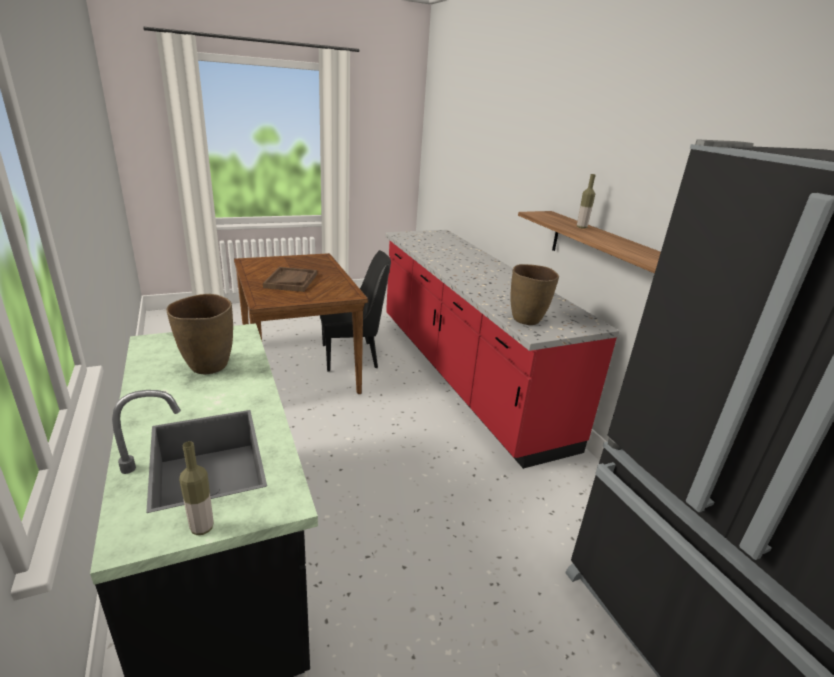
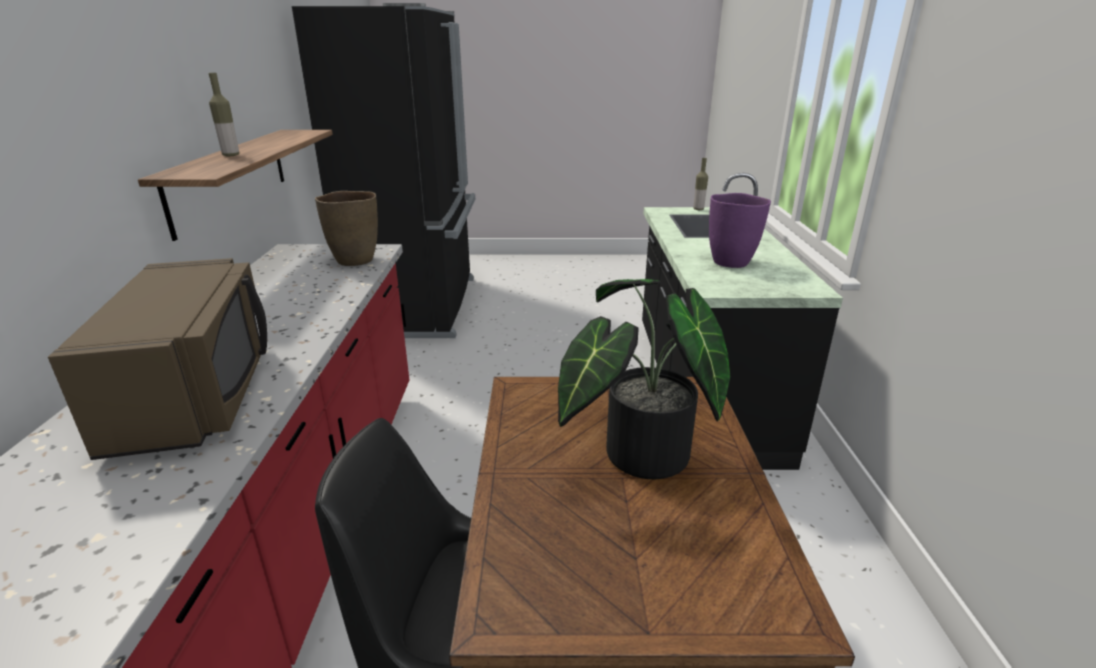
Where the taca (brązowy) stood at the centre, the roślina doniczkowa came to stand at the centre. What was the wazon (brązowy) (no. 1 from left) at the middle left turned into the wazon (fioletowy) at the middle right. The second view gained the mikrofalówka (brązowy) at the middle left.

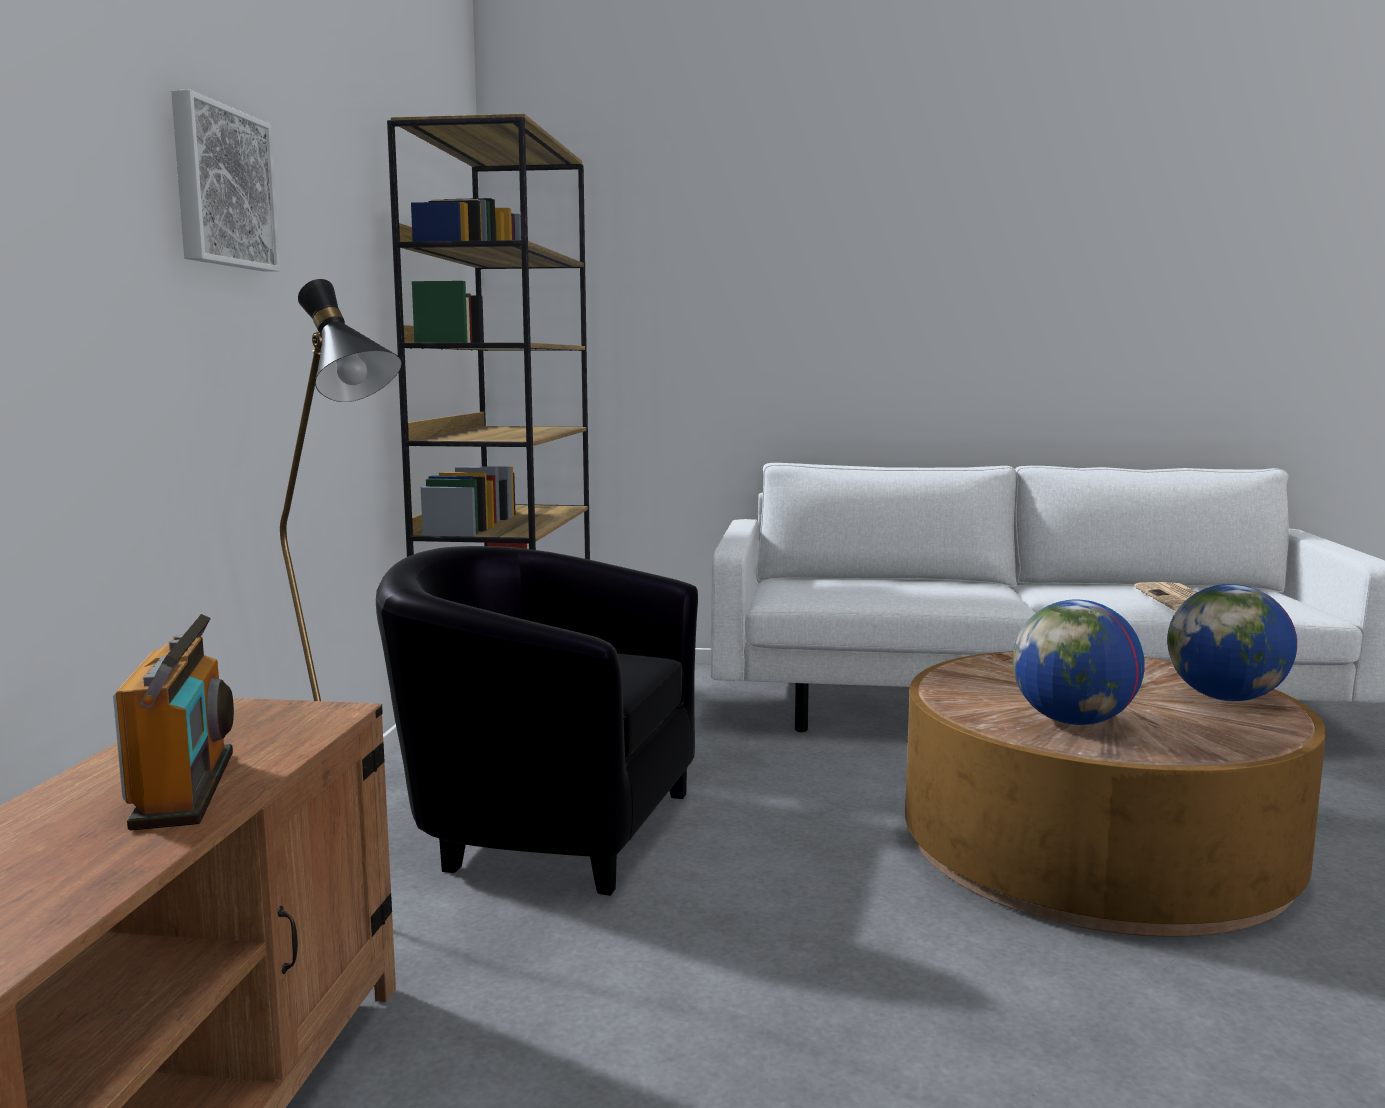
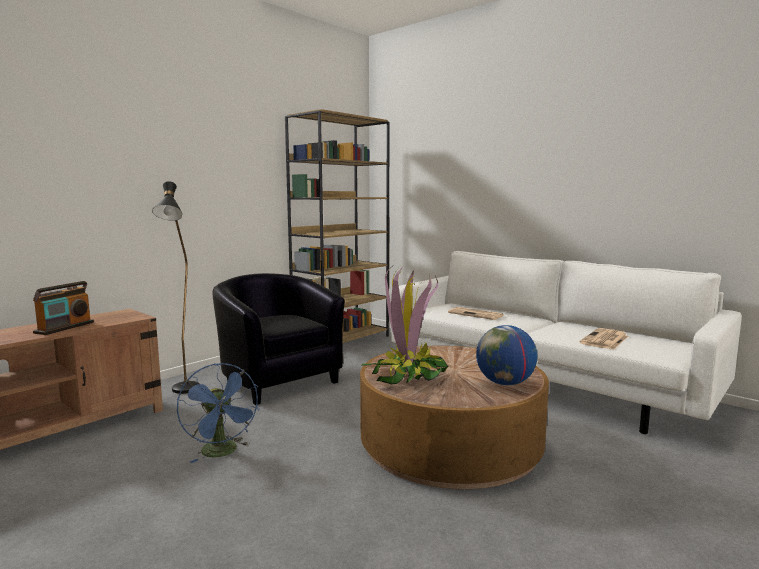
The second view lost the obraz at the top left. Where the globus (no. 1 from left) stood at the middle right, the roślina doniczkowa came to stand at the centre. The second view gained the gazeta (no. 1 from left) at the centre. The second view gained the wentylator (niebieski) at the bottom left.

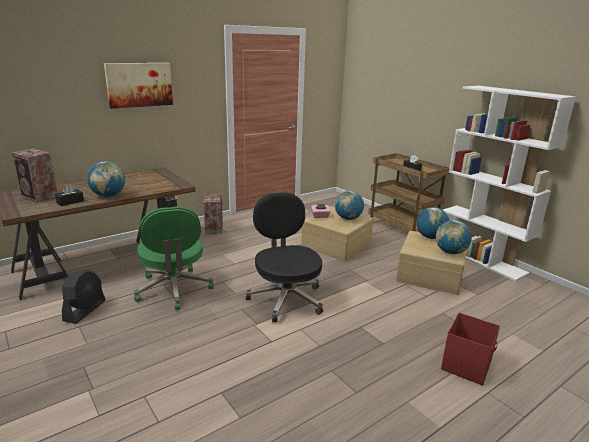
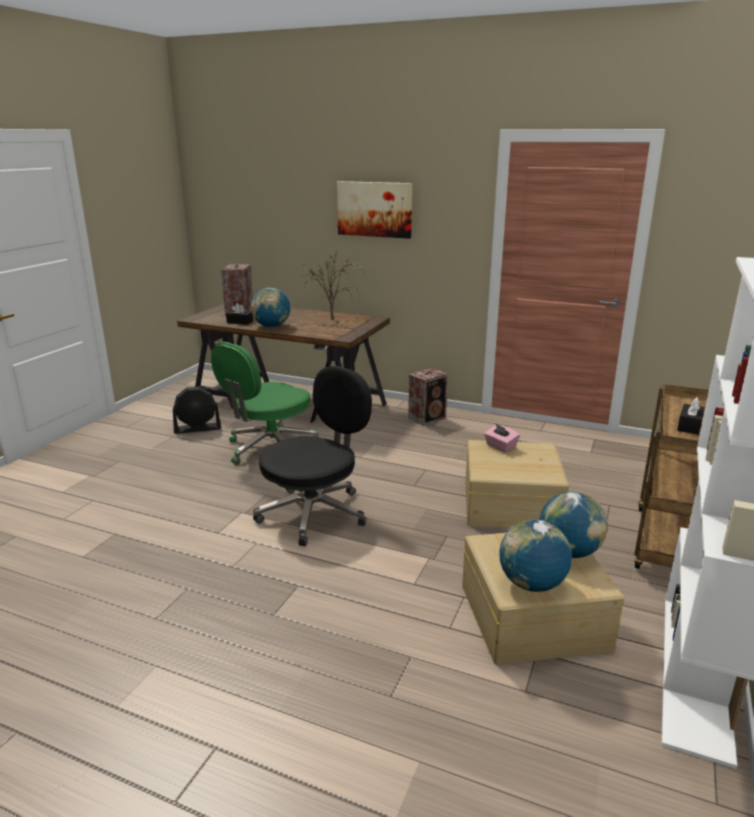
The second view lost the globus (no. 2 from left) at the centre. The second view lost the pojemnik do przechowywania (czerwony) at the bottom right. The second view gained the roślina doniczkowa at the centre.

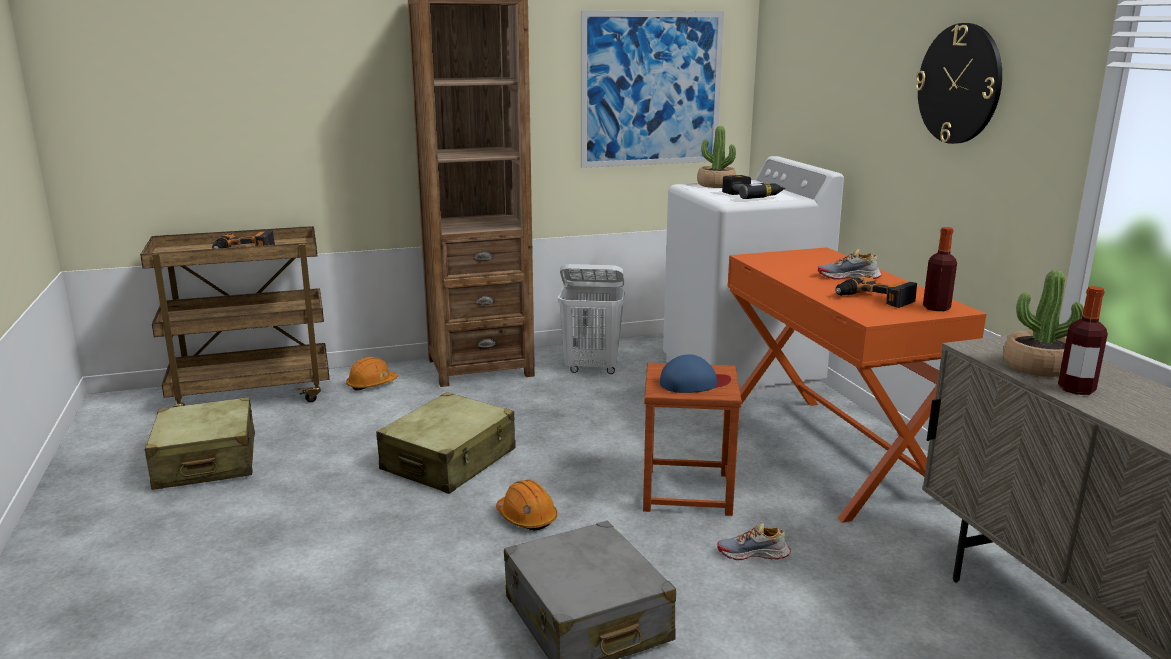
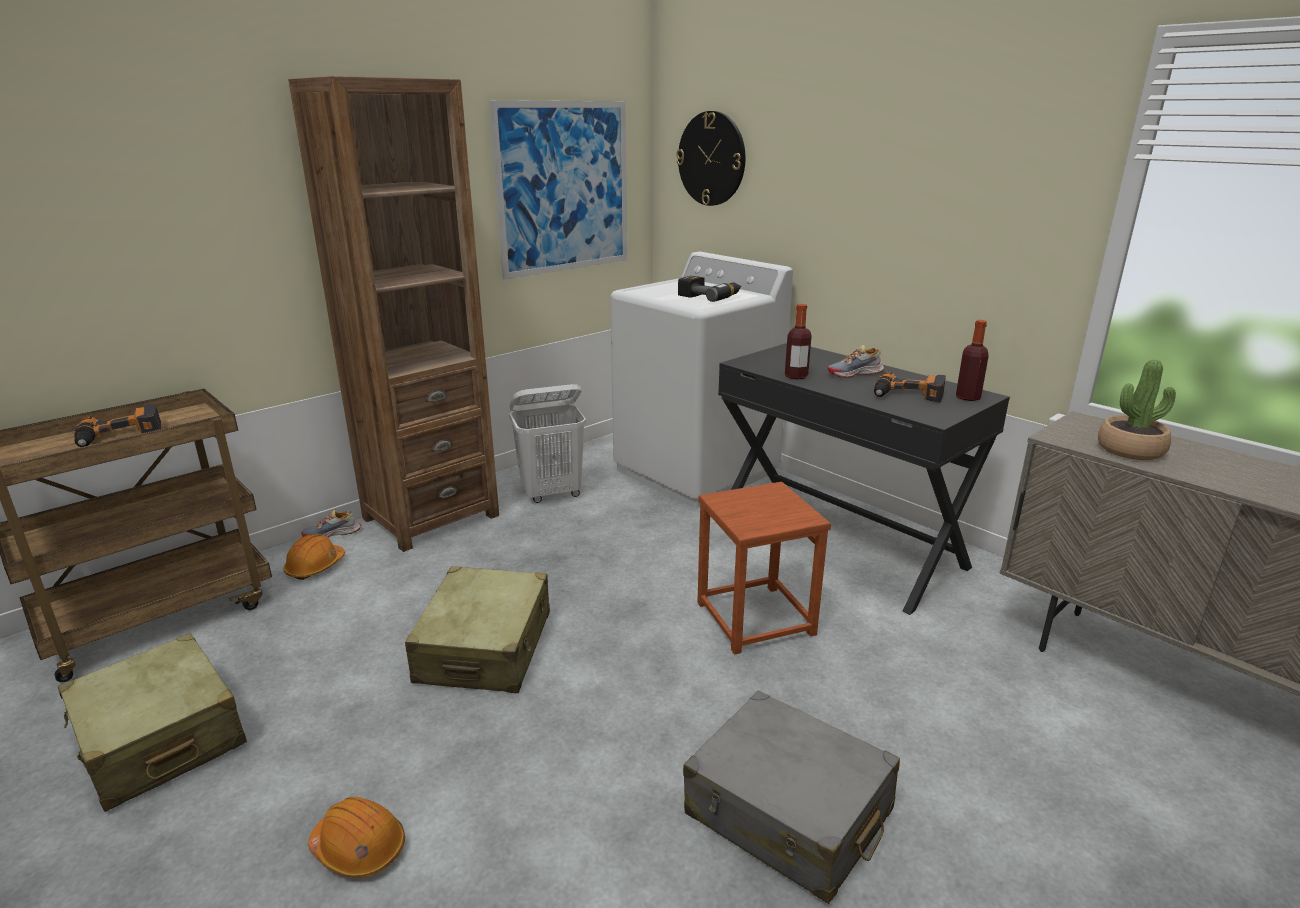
The zegar ścienny ended up elsewhere, having gone from the top right to the top centre. The second view lost the roślina doniczkowa (no. 1 from left) at the top centre. What was the biurko (pomarańczowy) at the middle right turned into the biurko (czarny) at the centre. The butelka (no. 2 from left in the first image) ended up elsewhere, having gone from the middle right to the centre. The second view lost the czapka z daszkiem (niebieski) at the centre. The kask (pomarańczowy) (no. 2 from left) ended up elsewhere, having gone from the bottom centre to the bottom left. The but (no. 1 from left) ended up elsewhere, having gone from the bottom centre to the middle left.

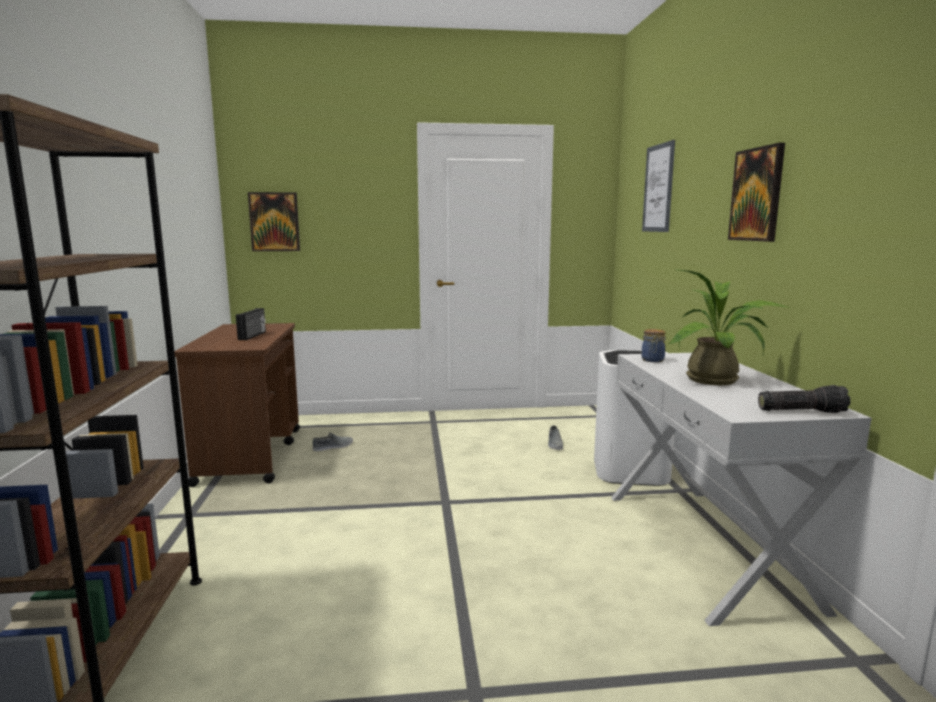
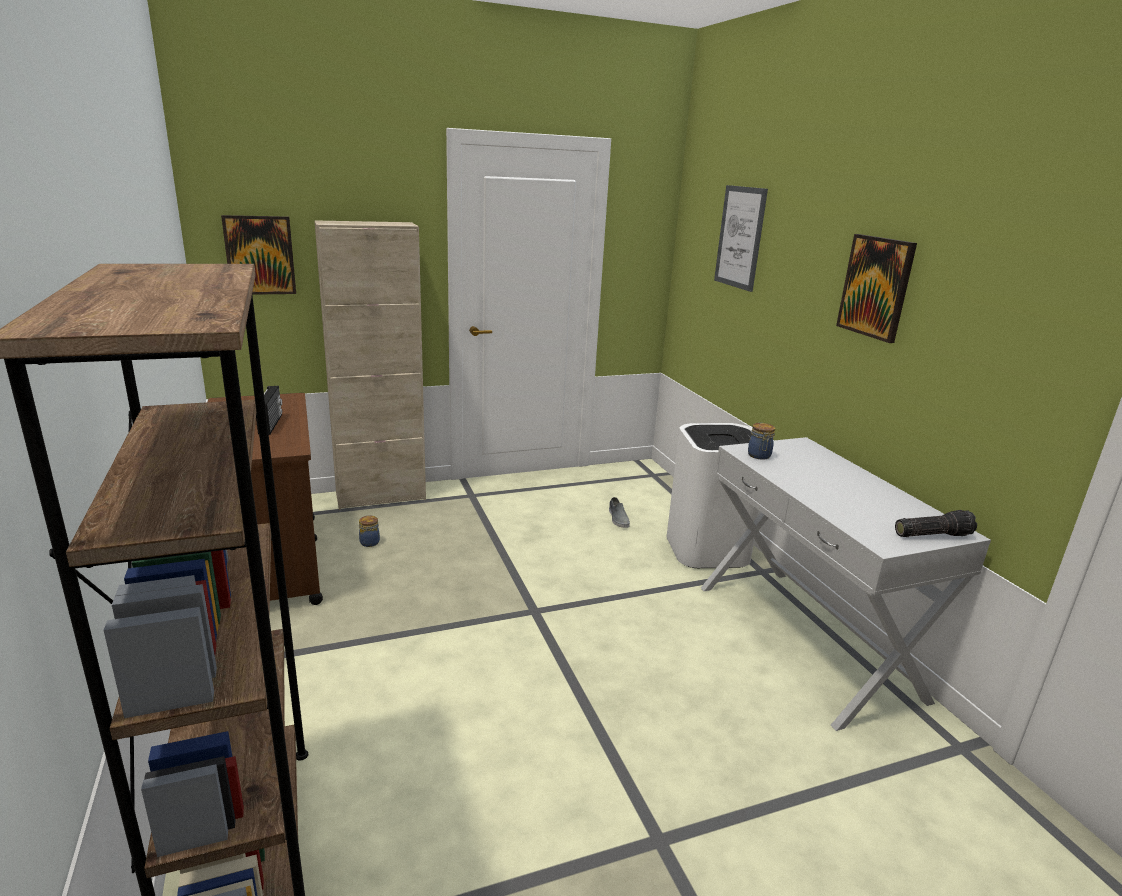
The second view lost the roślina doniczkowa at the middle right. Where the but (szary) (no. 1 from left) stood at the centre, the słoik (no. 1 from left) came to stand at the middle left. The second view gained the szafka (beżowy) at the middle left.

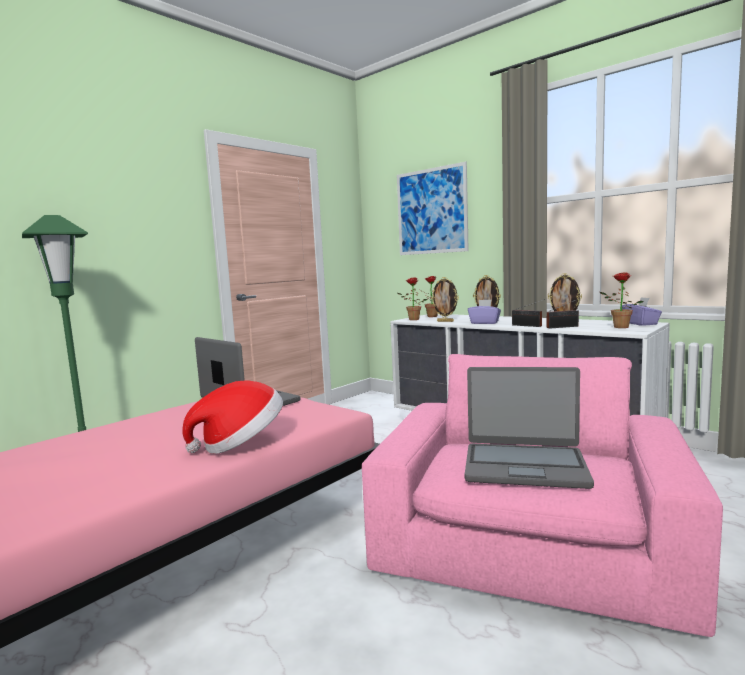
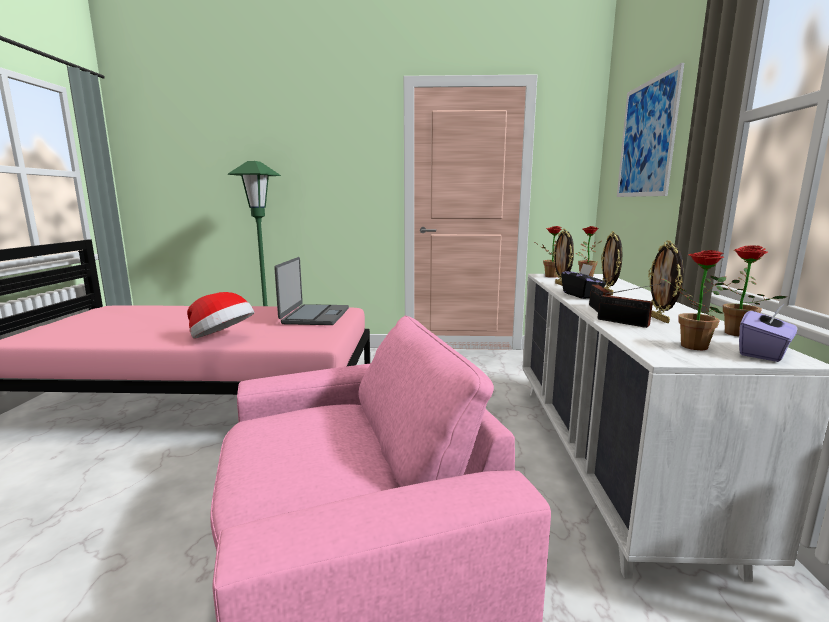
What was the pudełko chusteczek (fioletowy) (no. 1 from left) at the centre turned into the pudełko chusteczek (czarny) at the middle right. The second view lost the laptop (no. 2 from left) at the middle right. The second view gained the roślina doniczkowa (no. 4 from left) at the middle right.

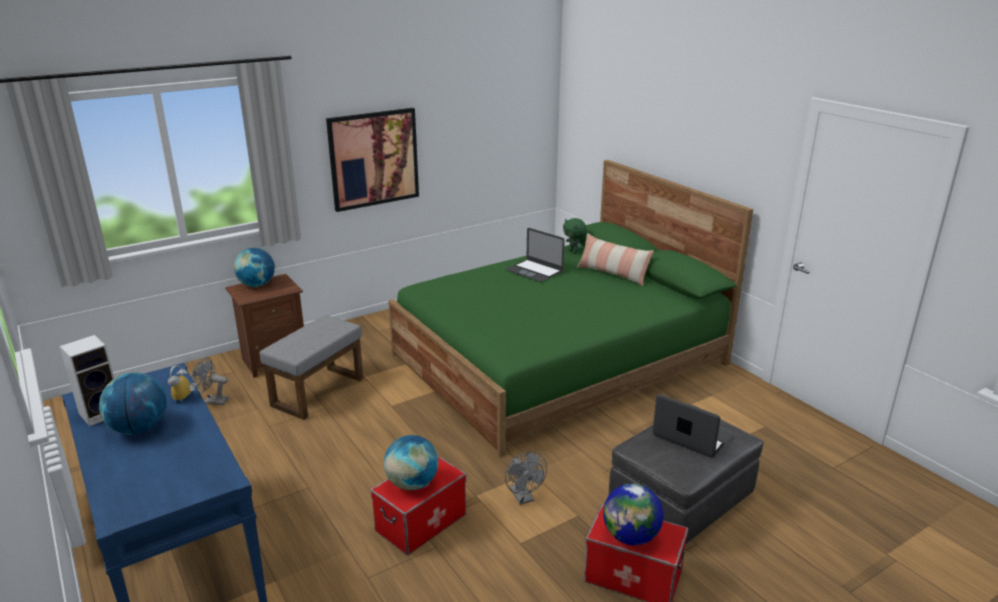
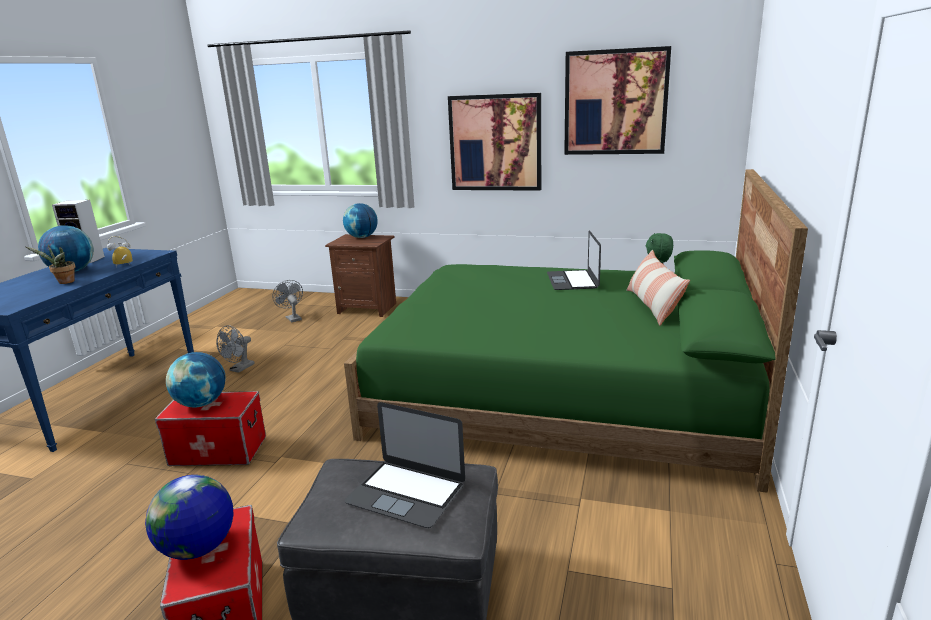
The second view lost the pufa (szary) (no. 1 from left) at the middle left. The laptop (no. 2 from left in the first image) at the bottom right ended up facing another way, 120 degrees clockwise from before. The wentylator (szary) (no. 2 from left in the first image) ended up elsewhere, having gone from the bottom centre to the middle left. The second view gained the obraz (no. 2 from left) at the top centre. The second view gained the roślina doniczkowa at the middle left.

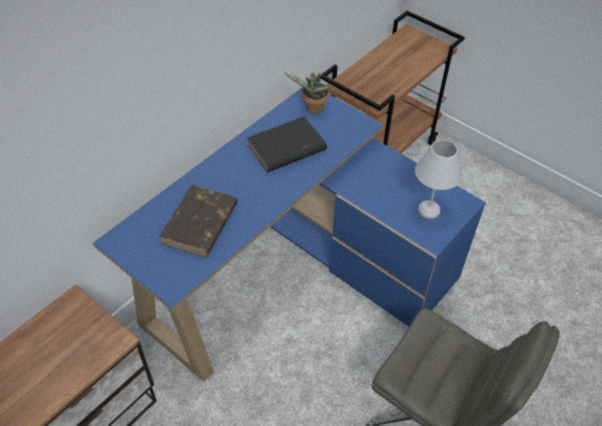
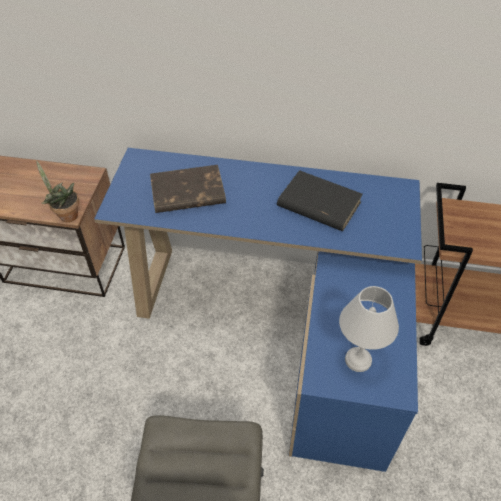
The roślina doniczkowa ended up elsewhere, having gone from the top centre to the middle left.

